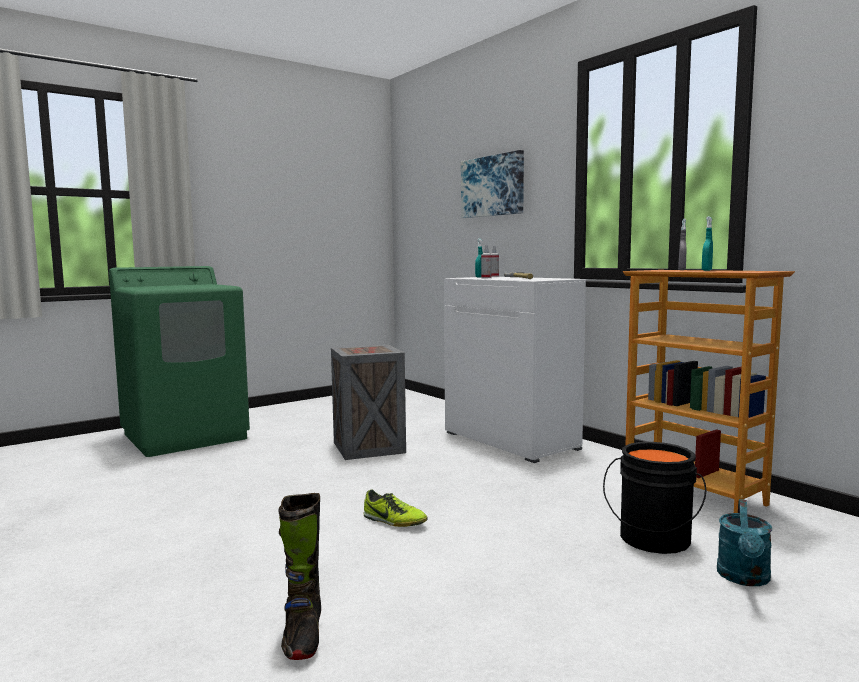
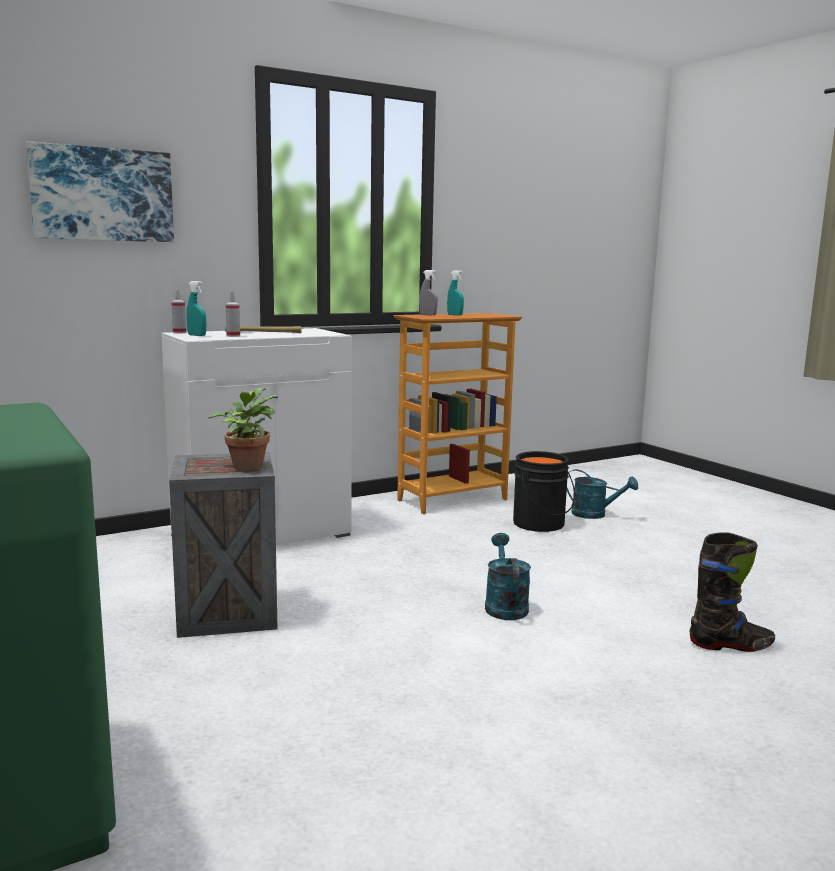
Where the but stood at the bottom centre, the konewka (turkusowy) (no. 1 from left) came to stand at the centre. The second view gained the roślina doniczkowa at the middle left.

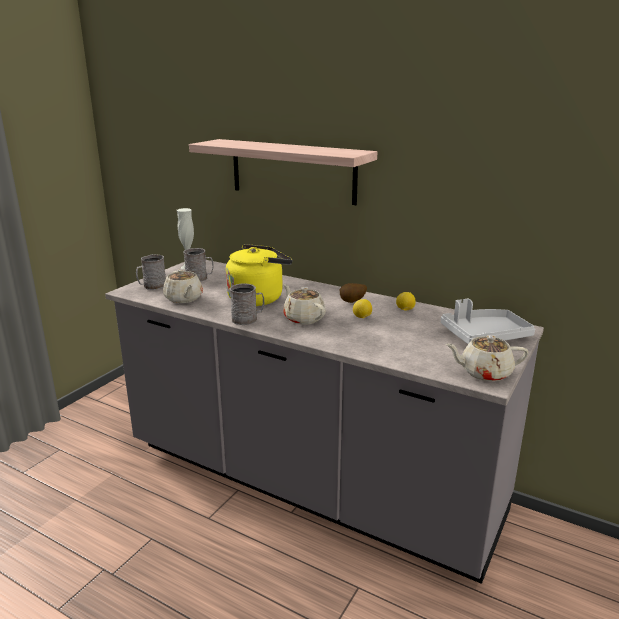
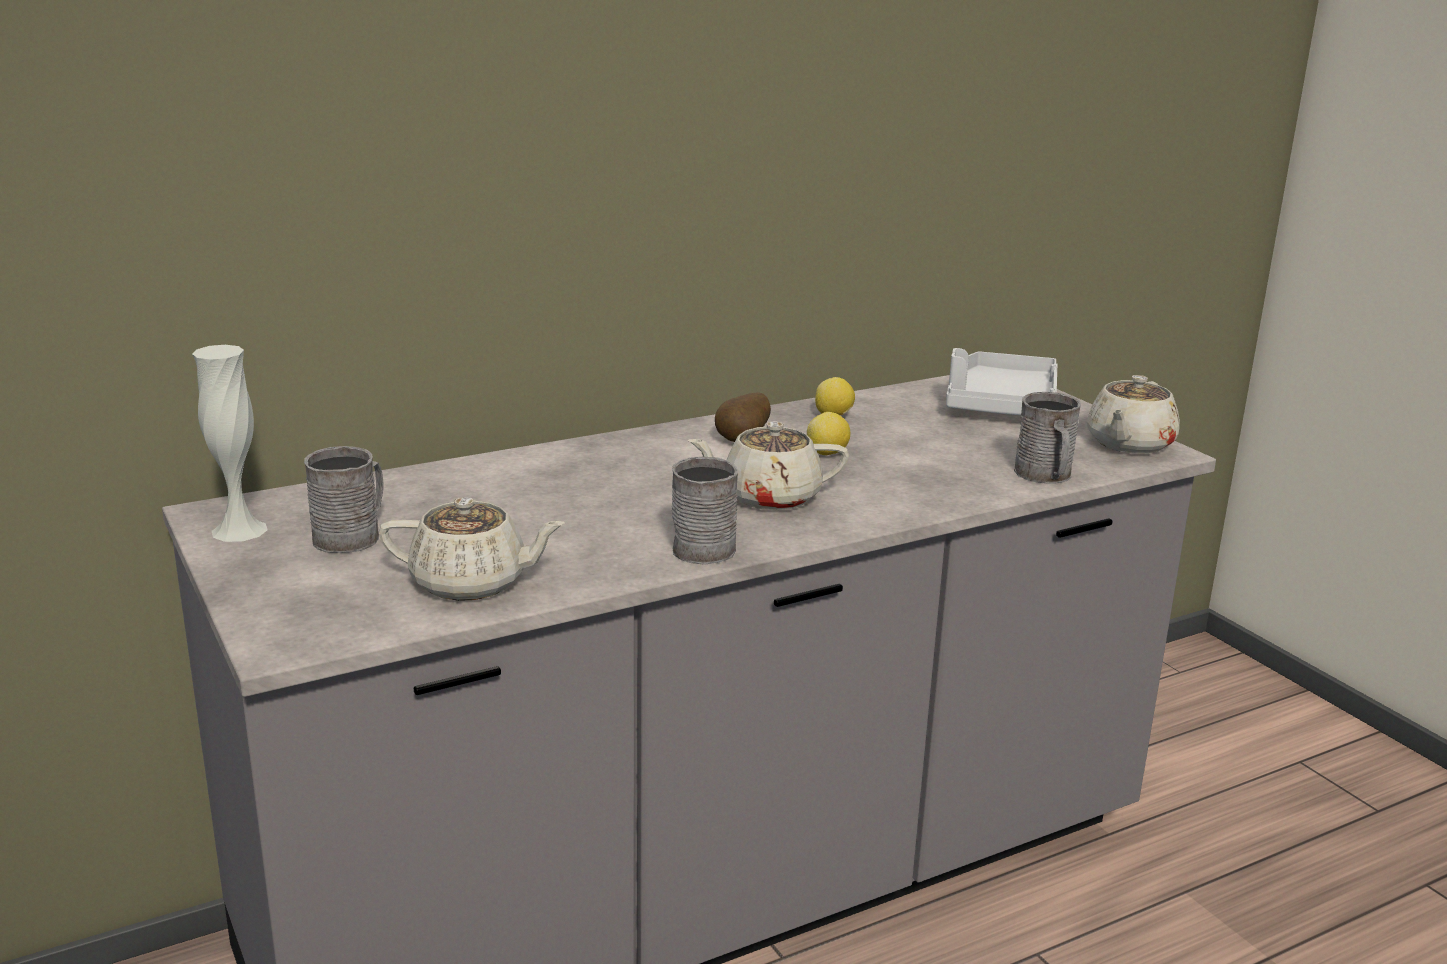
The second view lost the półka at the top centre. The second view lost the czajnik (żółty) at the centre. The kubek (szary) (no. 1 from left in the first image) ended up elsewhere, having gone from the middle left to the middle right.

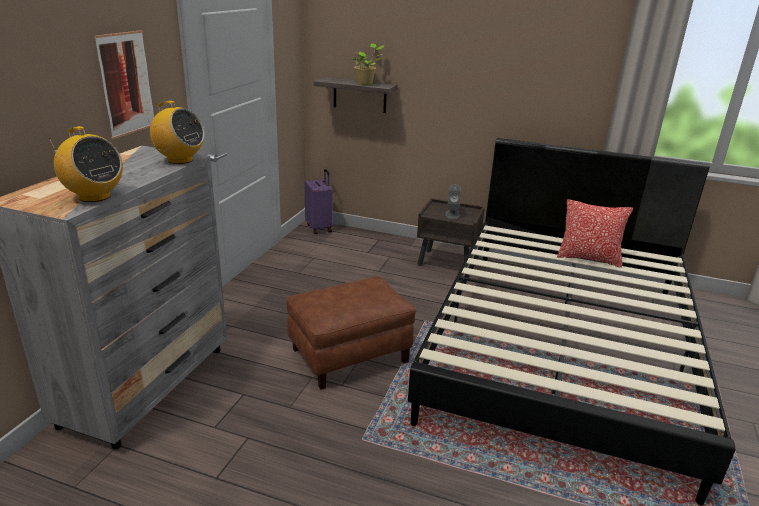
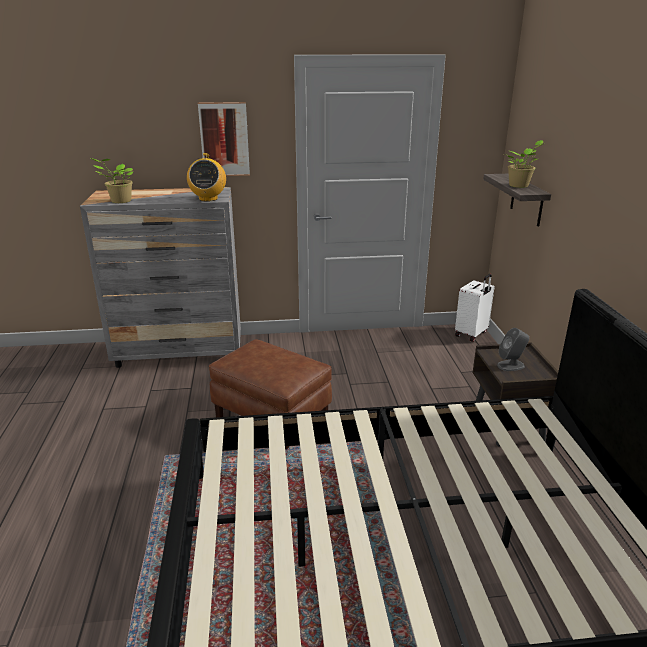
Where the radio (no. 1 from left) stood at the top left, the roślina doniczkowa (no. 1 from left) came to stand at the top left. What was the walizka (fioletowy) at the centre turned into the walizka (biały) at the middle right. The second view lost the poduszka at the middle right.

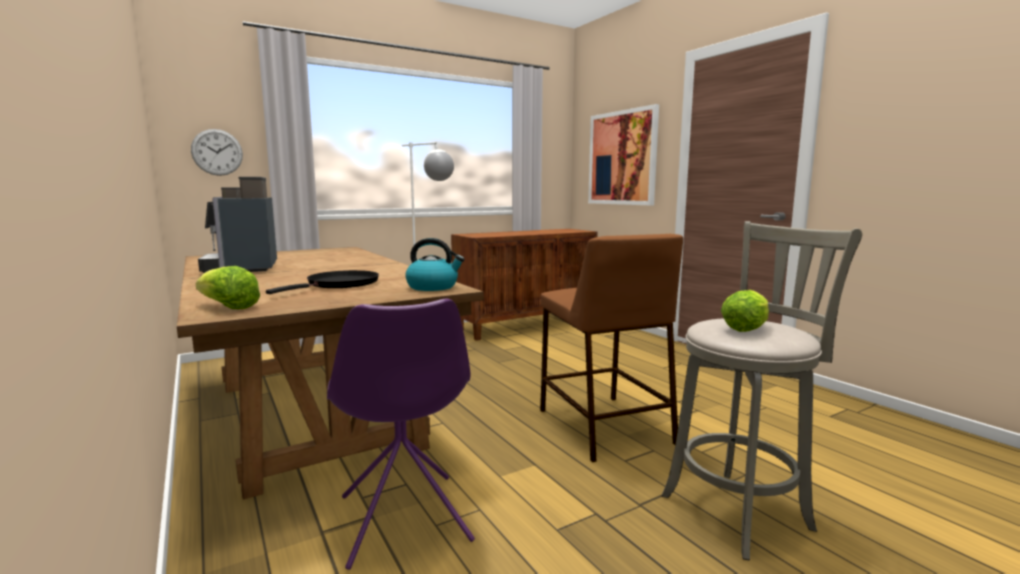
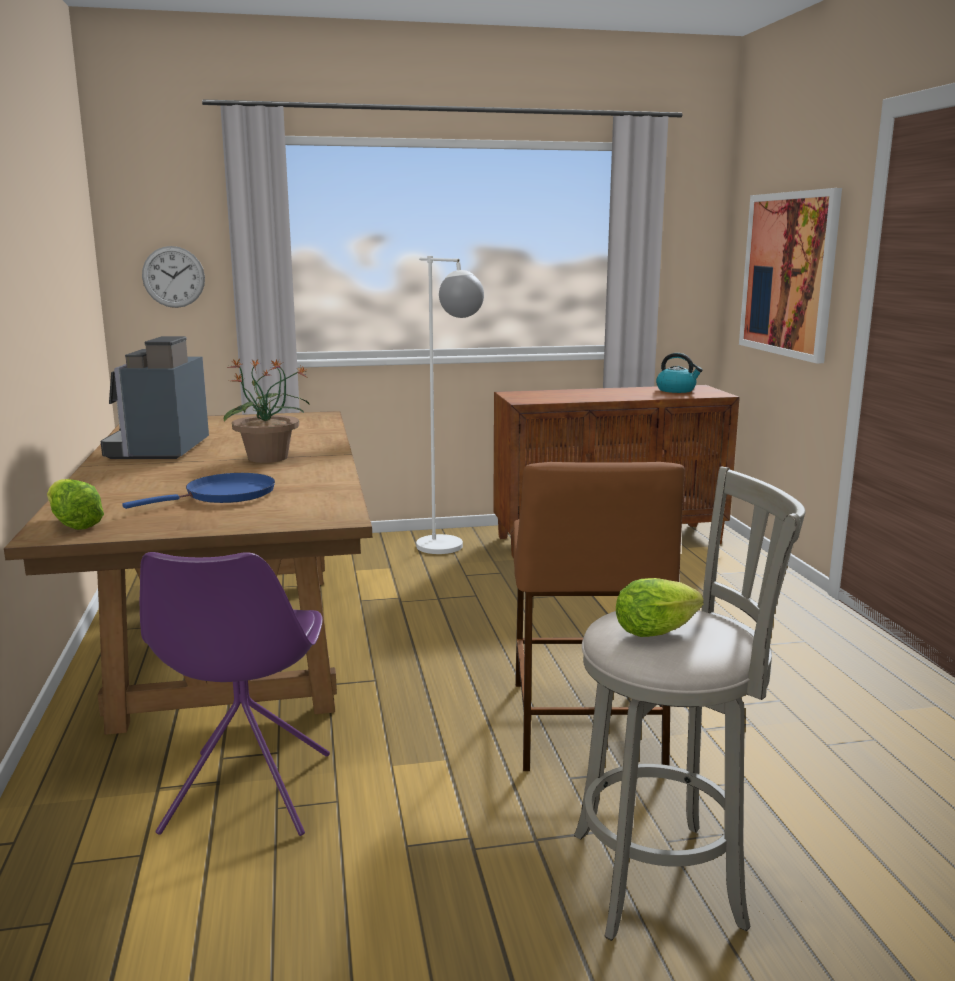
The czajnik ended up elsewhere, having gone from the centre to the middle right. What was the patelnia (czarny) at the middle left turned into the patelnia (niebieski) at the middle left. The second view gained the roślina doniczkowa at the middle left.

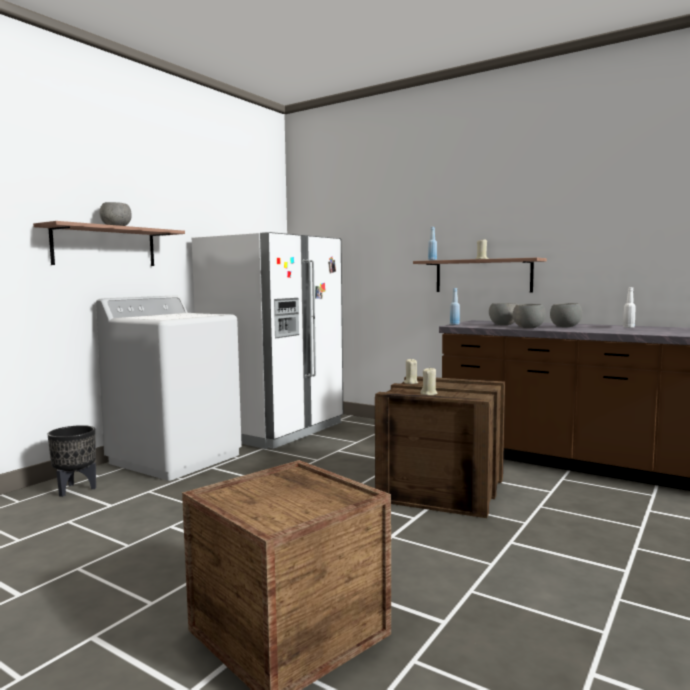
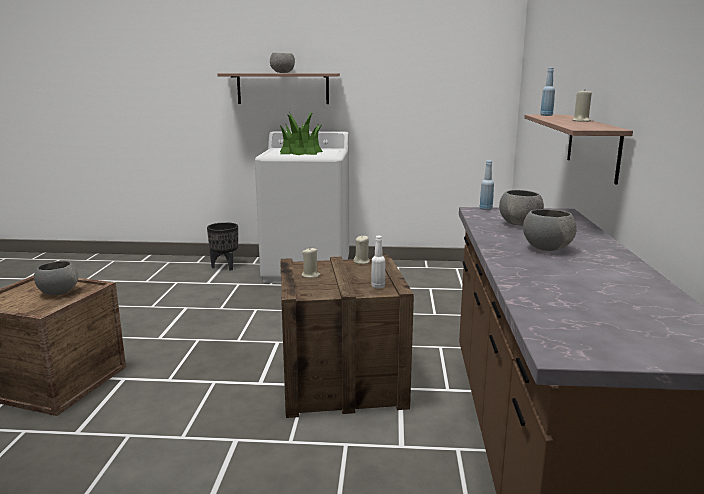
The second view lost the lodówka (biały) at the centre. The butelka (biały) ended up elsewhere, having gone from the middle right to the centre. The miska (szary) (no. 3 from left in the first image) ended up elsewhere, having gone from the middle right to the middle left. The second view gained the roślina doniczkowa at the top centre.

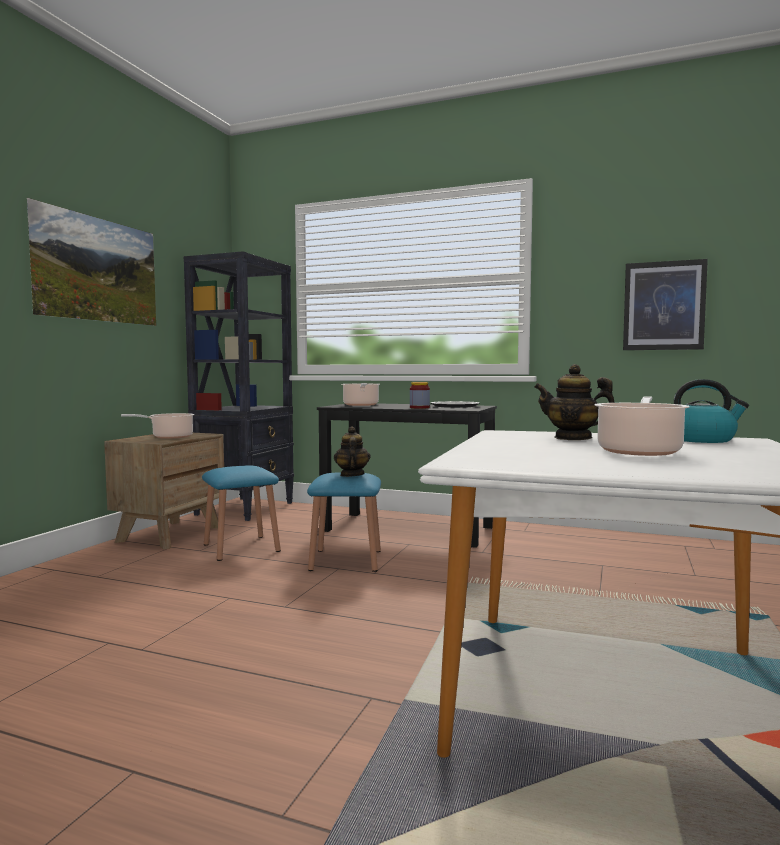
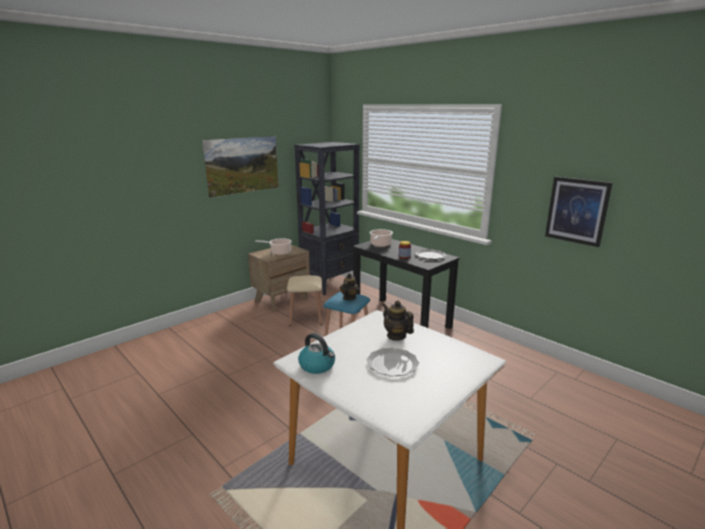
The czajnik ended up elsewhere, having gone from the middle right to the bottom centre. Where the garnek (no. 3 from left) stood at the middle right, the talerz (no. 1 from left) came to stand at the bottom centre. What was the stołek (niebieski) (no. 1 from left) at the middle left turned into the stołek (beżowy) at the centre.

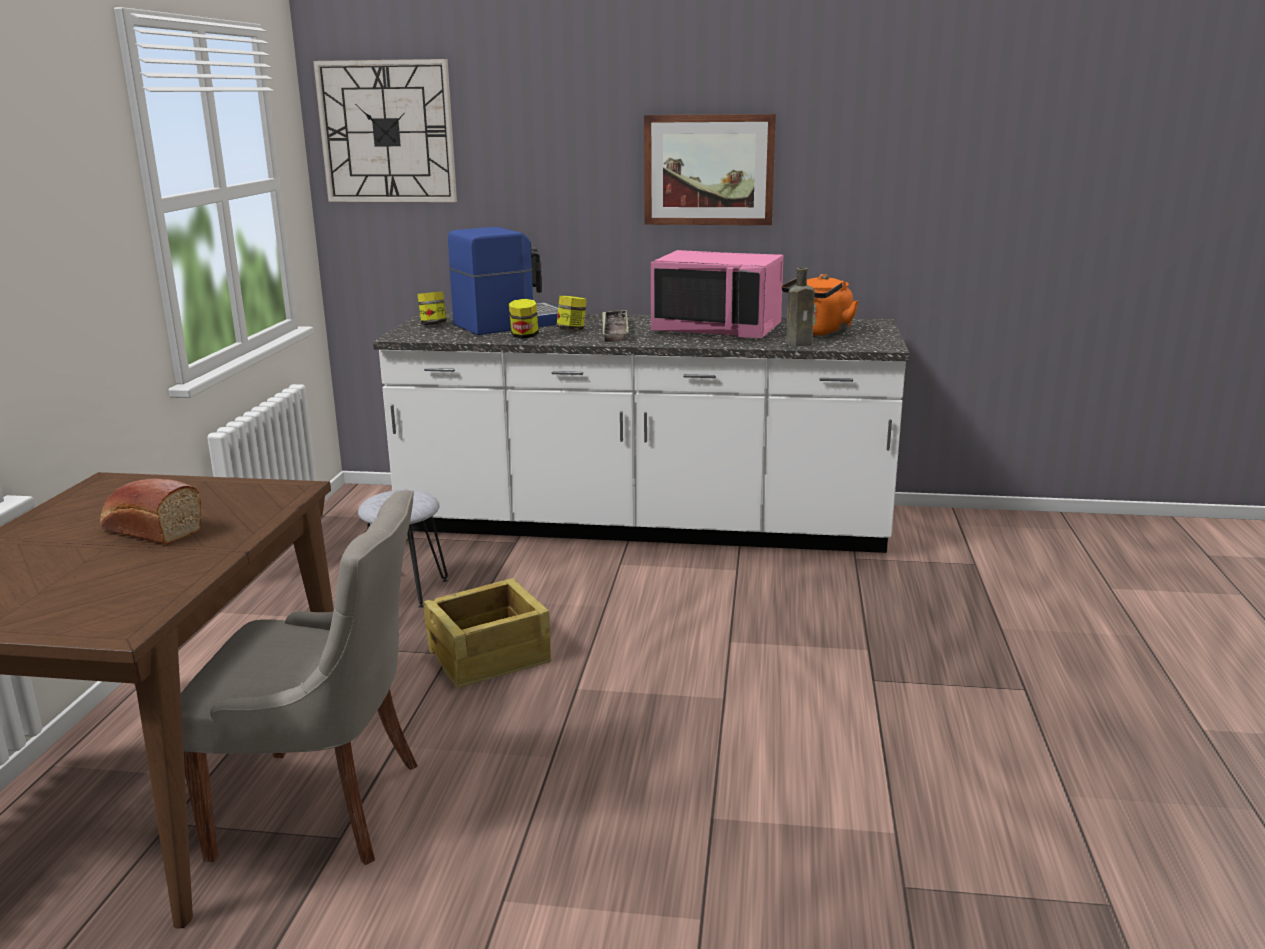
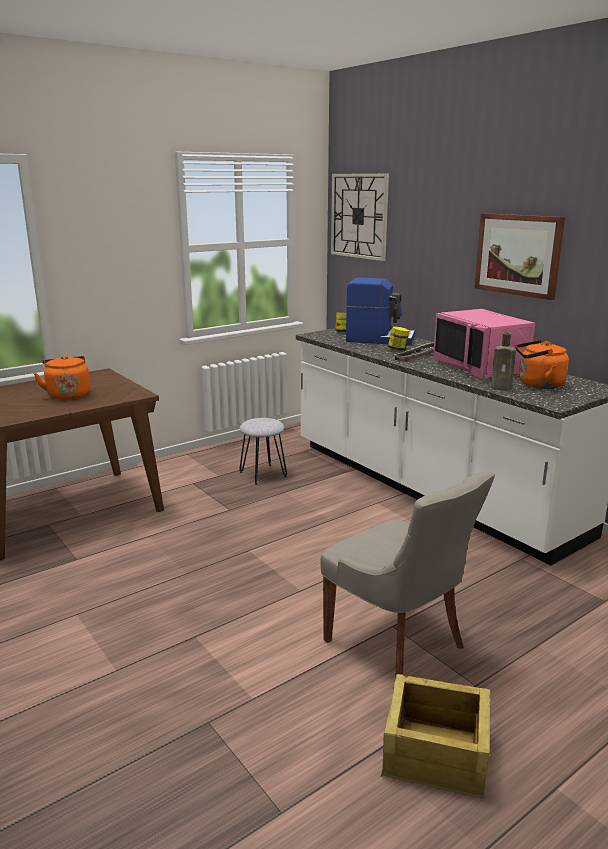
The second view lost the słoik (no. 2 from left) at the centre. Where the chleb stood at the middle left, the czajnik (pomarańczowy) (no. 1 from left) came to stand at the middle left. The krzesło (szary) ended up elsewhere, having gone from the bottom left to the bottom right. The skrzynka ended up elsewhere, having gone from the bottom centre to the bottom right.

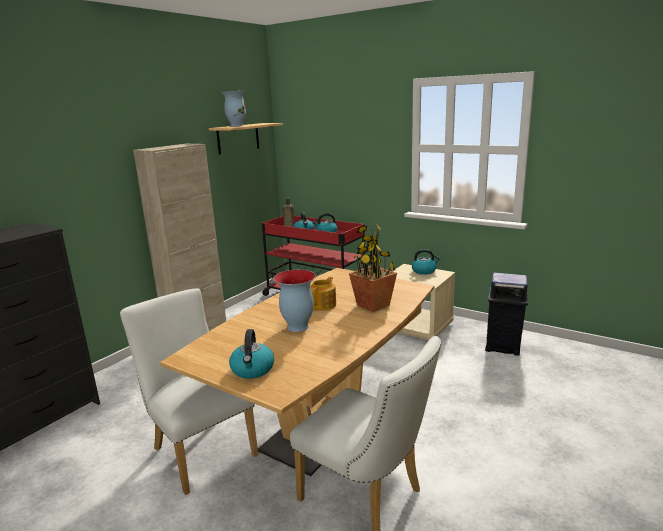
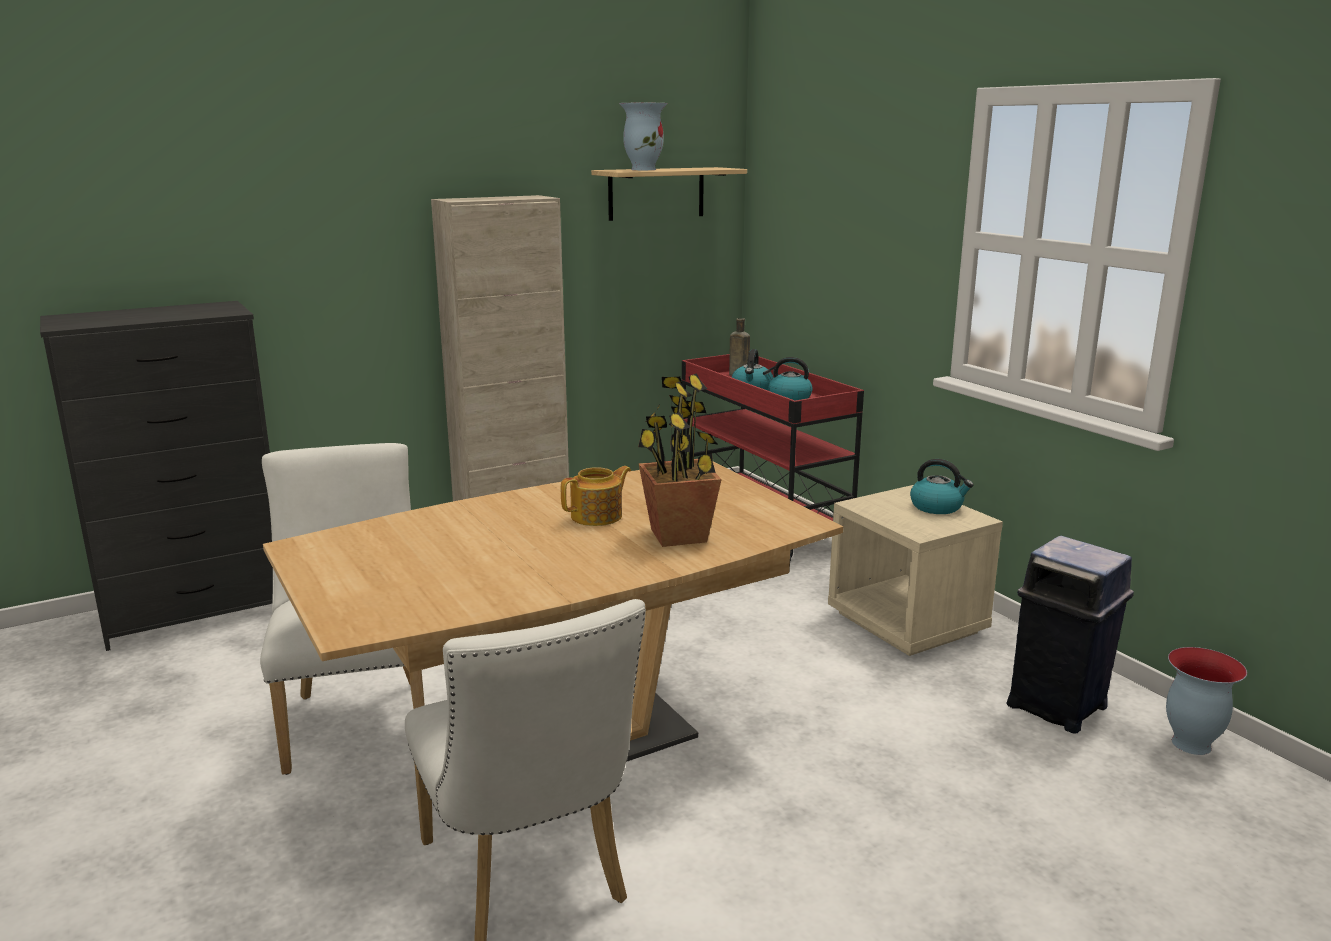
The wazon (no. 2 from left) ended up elsewhere, having gone from the centre to the bottom right. The second view lost the czajnik (no. 1 from left) at the bottom centre.

